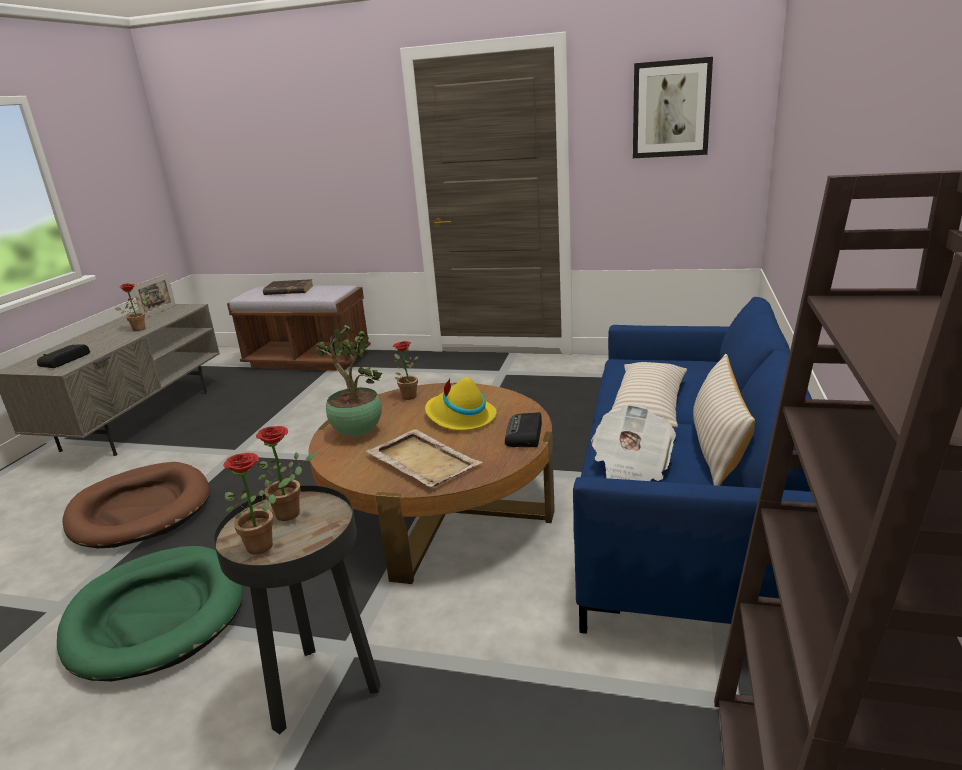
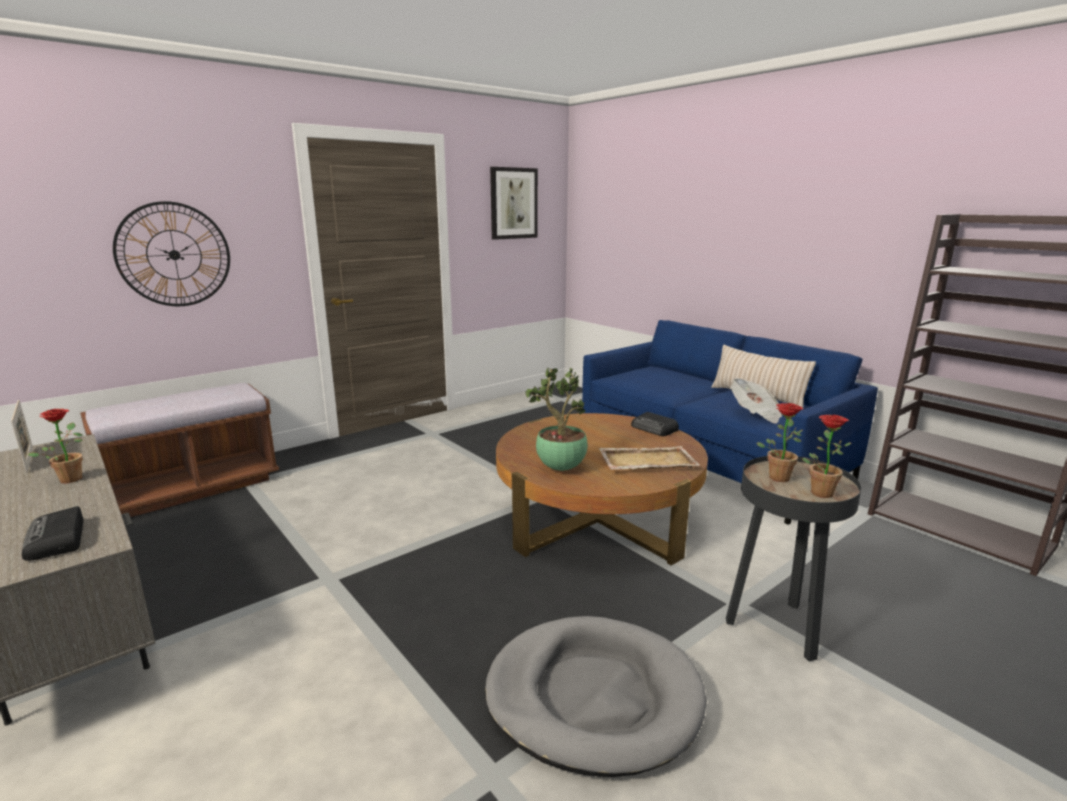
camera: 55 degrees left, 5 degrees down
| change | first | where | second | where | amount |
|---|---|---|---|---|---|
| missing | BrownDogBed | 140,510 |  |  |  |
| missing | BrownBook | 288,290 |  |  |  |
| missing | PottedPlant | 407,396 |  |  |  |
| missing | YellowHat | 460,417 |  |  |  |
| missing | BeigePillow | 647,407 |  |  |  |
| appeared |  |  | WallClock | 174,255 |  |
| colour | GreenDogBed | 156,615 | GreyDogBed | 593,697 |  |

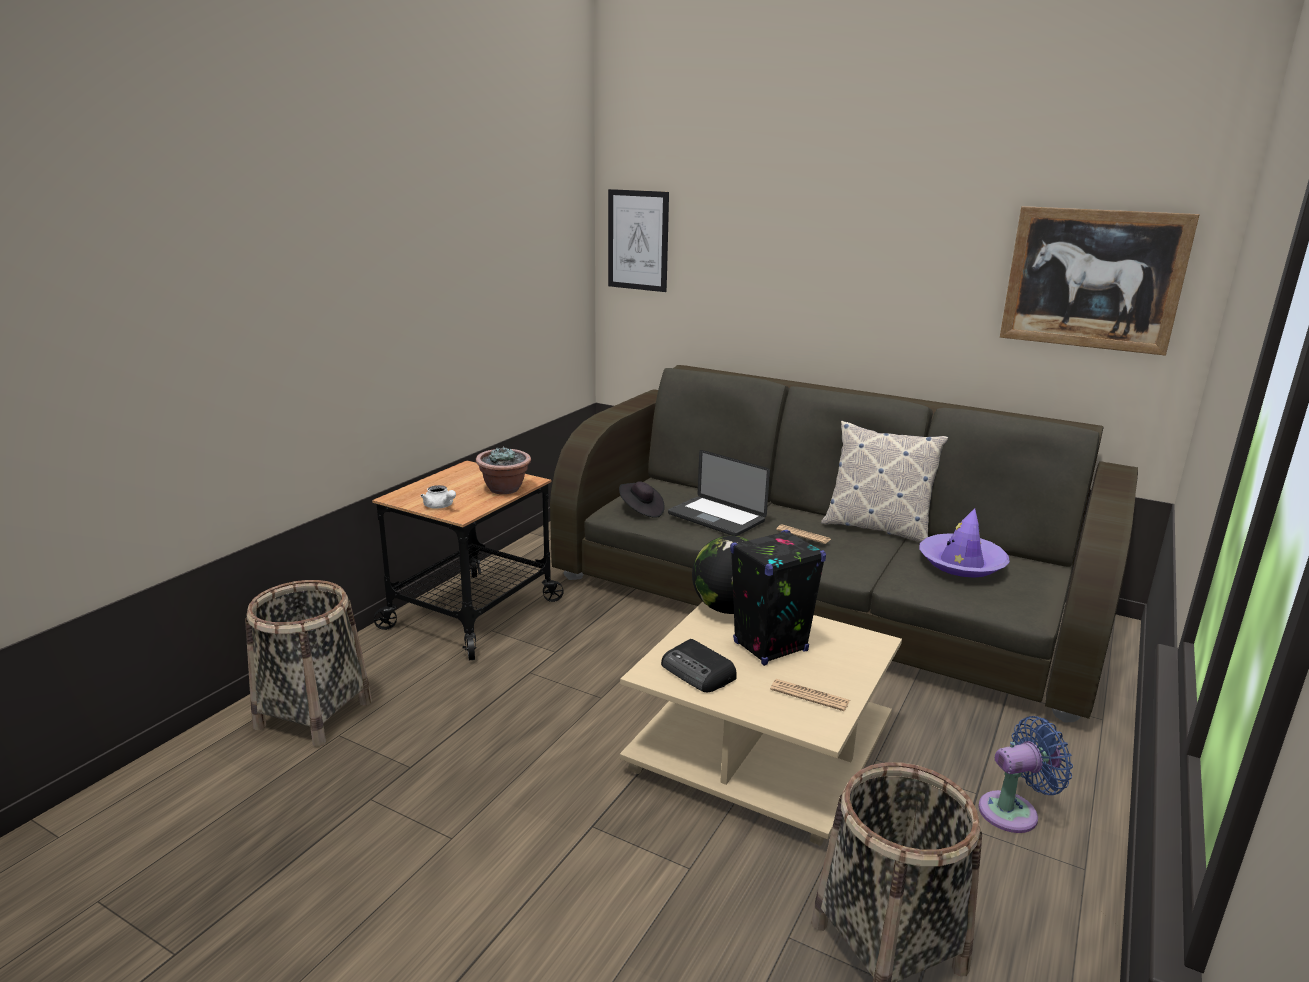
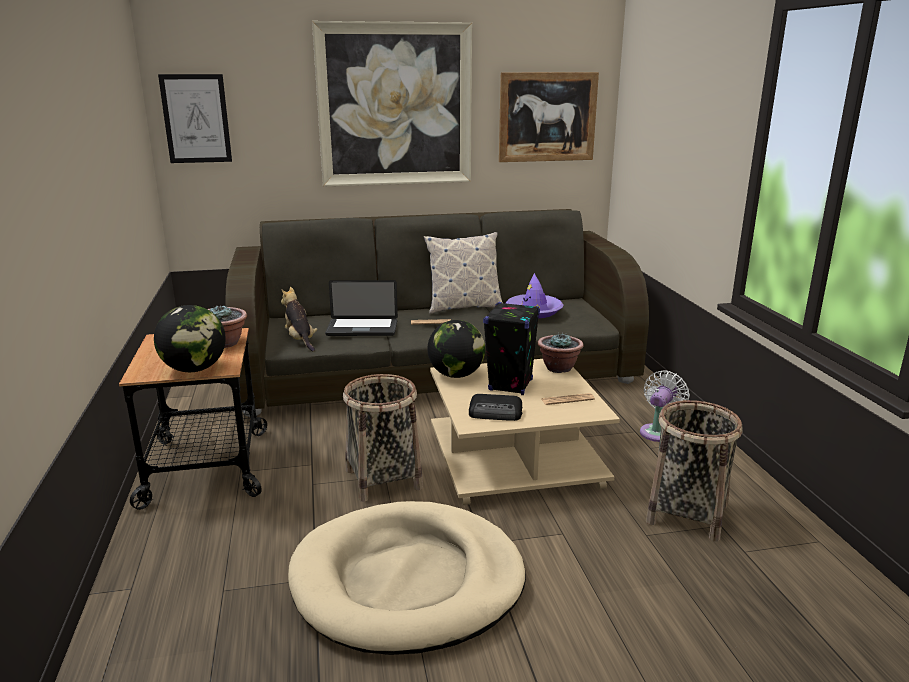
camera: 40 degrees left, 0 degrees up
| change | first | where | second | where | amount |
|---|---|---|---|---|---|
| appeared |  |  | BeigeDogBed | 408,581 |  |
| appeared |  |  | Picture | 395,105 |  |
| appeared |  |  | PottedPlant | 558,368 |  |
| relocated | Basket | 314,714 |  | 384,479 |  |
| exchanged | WhiteTeapot | 440,506 | Globe | 194,369 |  |
| exchanged | BlackHat | 641,511 | PlushToy | 300,340 |  |
| colour | BlueFan | 1014,811 | WhiteFan | 658,432 |  |

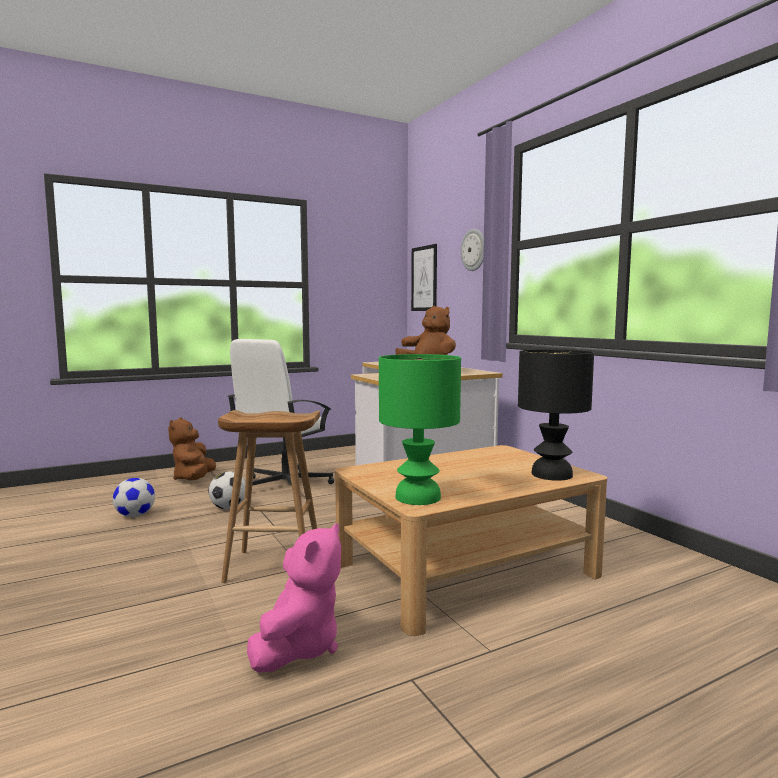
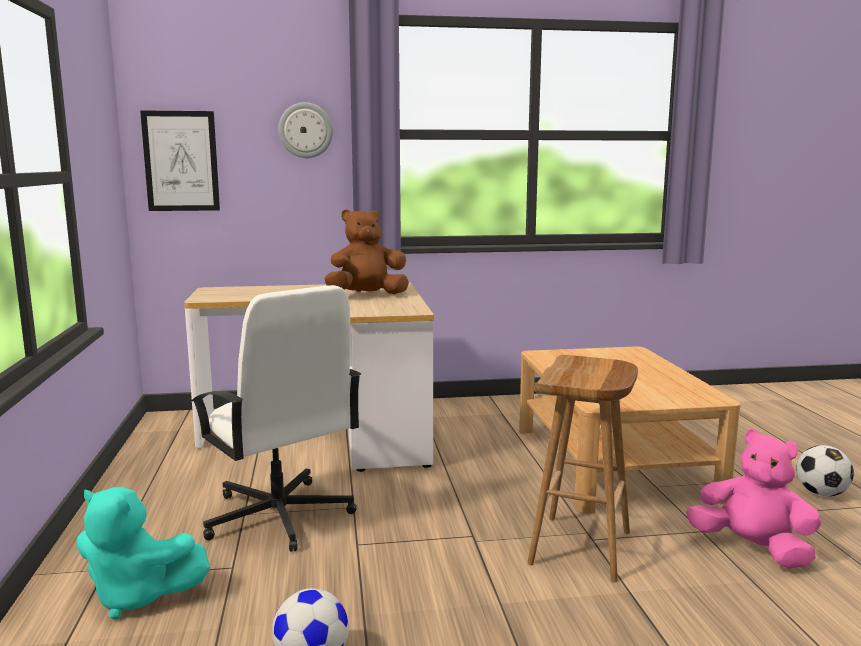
camera: 70 degrees left, 5 degrees up
| change | first | where | second | where | amount |
|---|---|---|---|---|---|
| missing | GreenTableLamp | 419,497 |  |  |  |
| missing | BlackTableLamp | 550,474 |  |  |  |
| relocated | Football | 229,508 |  | 821,493 |  |
| colour | BrownPlushToy | 194,479 | TurquoisePlushToy | 138,596 |  |

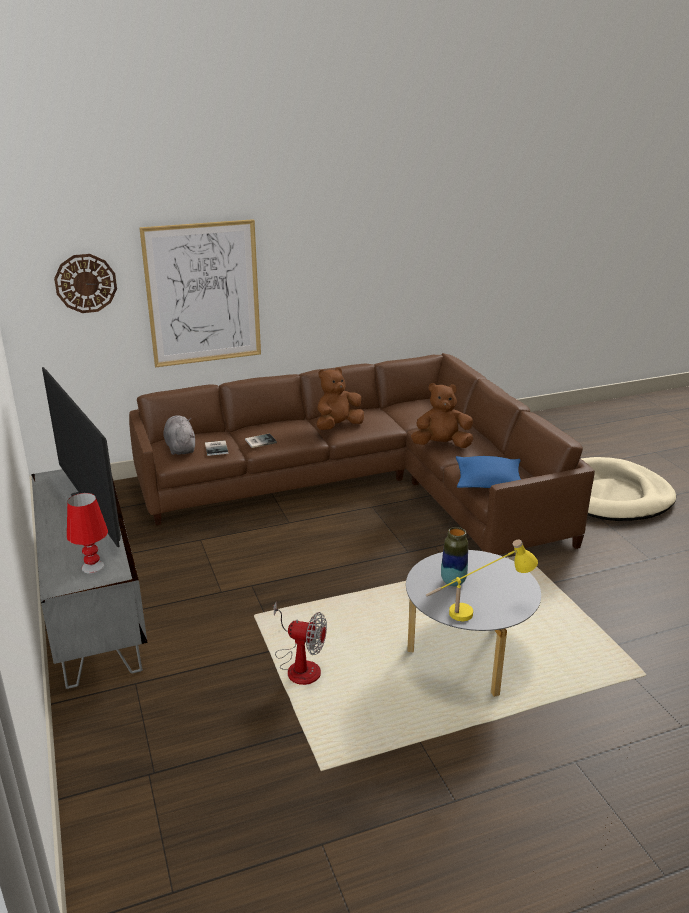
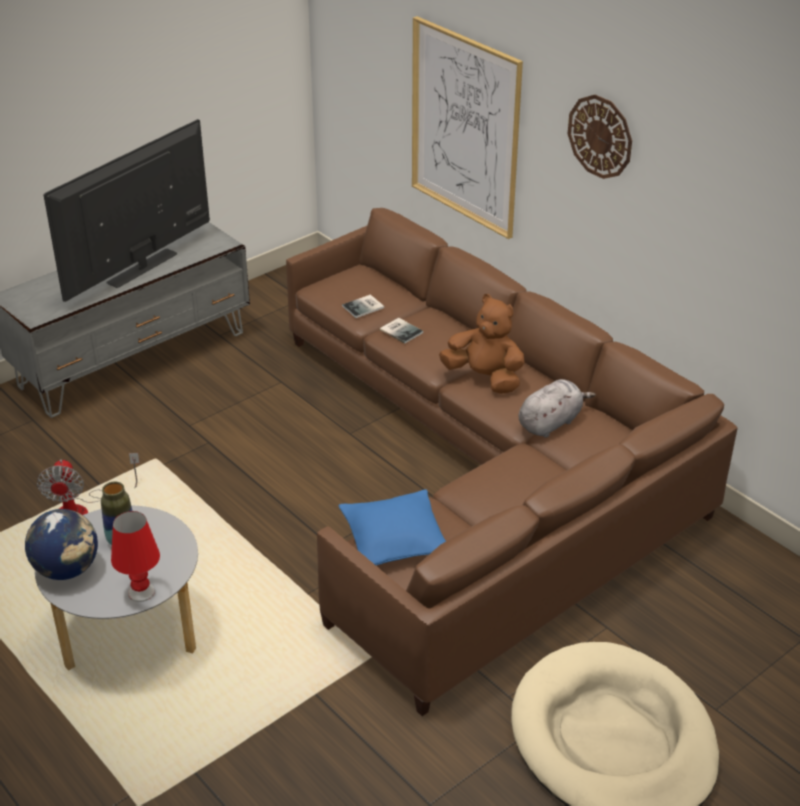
camera: 70 degrees right, 10 degrees up
| change | first | where | second | where | amount |
|---|---|---|---|---|---|
| missing | BrownPlushToy | 441,445 |  |  |  |
| relocated | WallClock | 86,283 |  | 600,136 |  |
| relocated | RedTableLamp | 93,567 |  | 141,592 |  |
| relocated | GreyPlushToy | 180,447 |  | 551,422 |  |
| exchanged | YellowTableLamp | 478,611 | Globe | 67,569 |  |

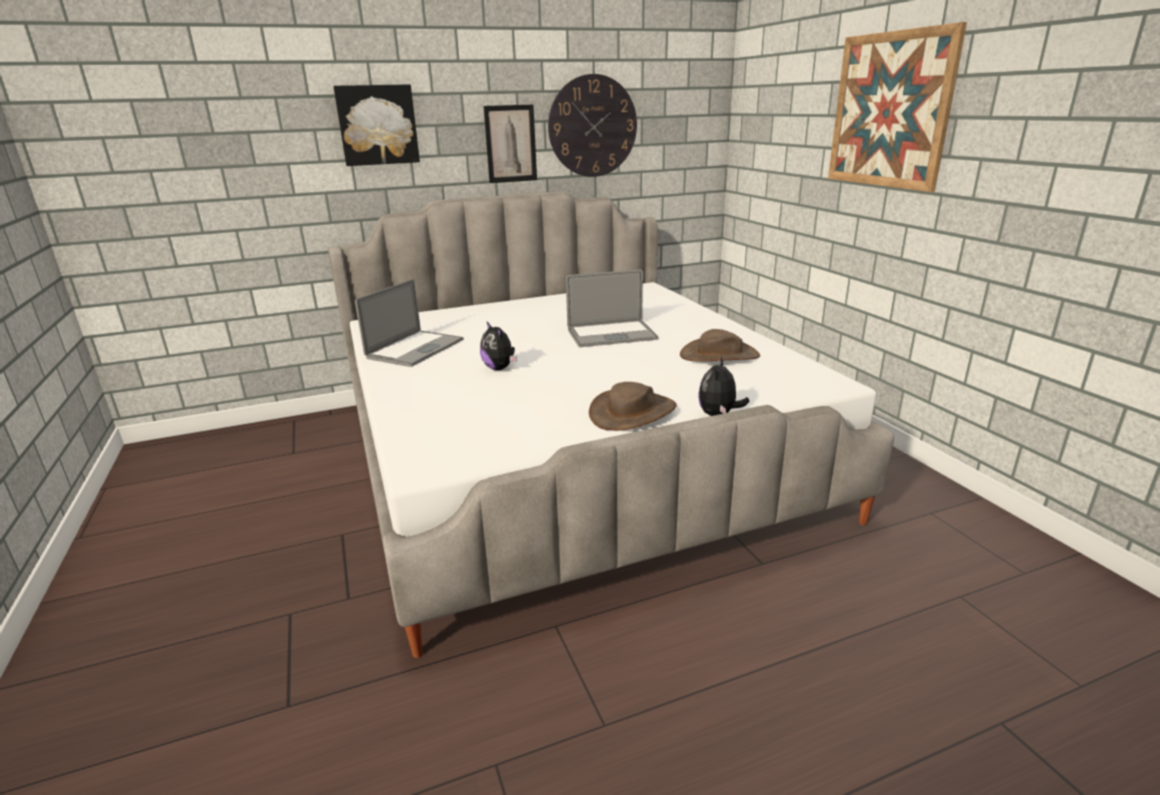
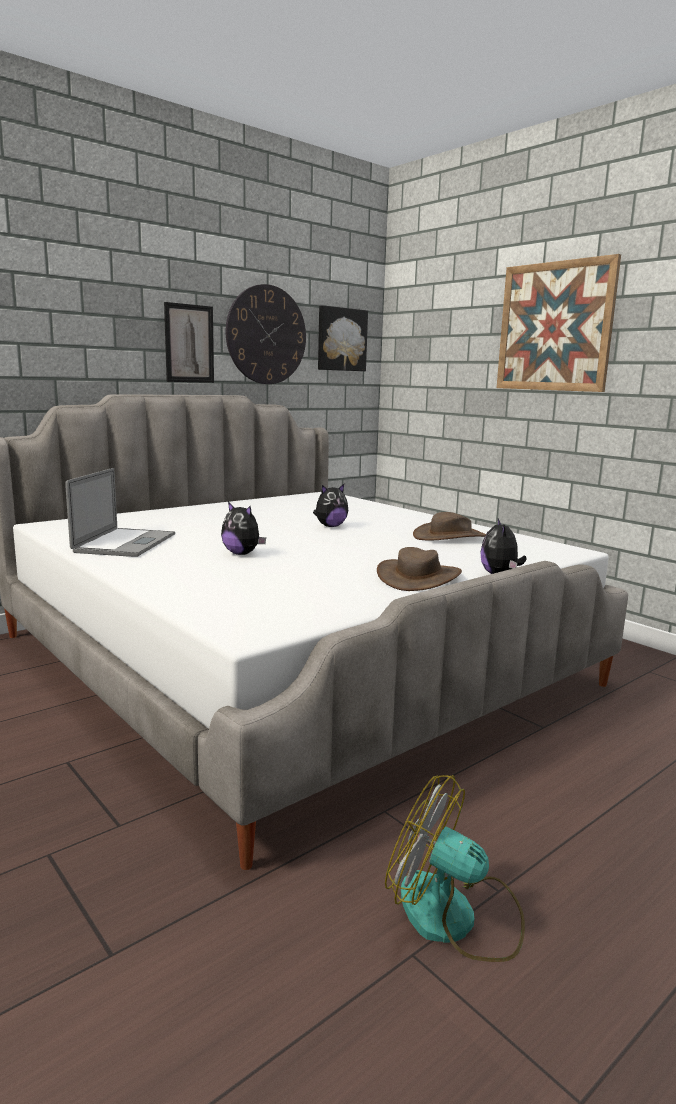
camera: 20 degrees left, 10 degrees down
| change | first | where | second | where | amount |
|---|---|---|---|---|---|
| appeared |  |  | Fan | 455,917 |  |
| relocated | Picture | 377,125 |  | 341,339 |  |
| exchanged | Laptop | 611,334 | PlushToy | 330,526 |  |

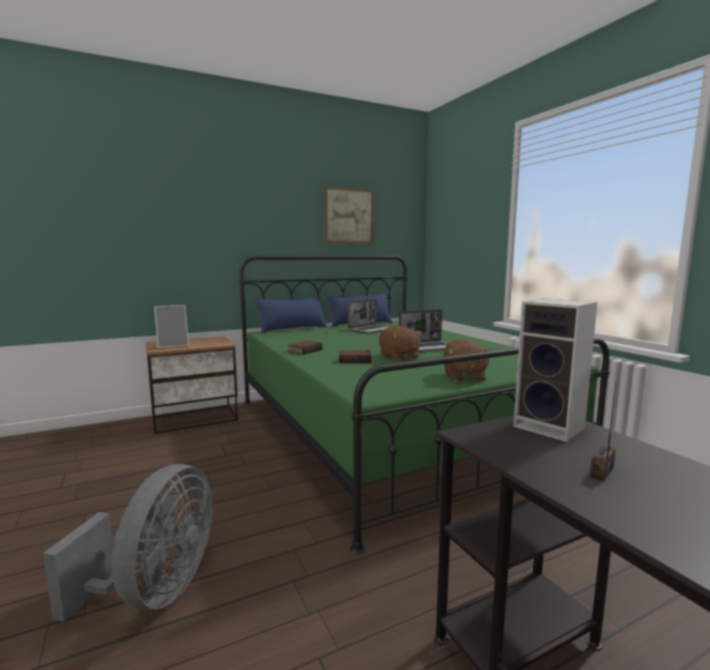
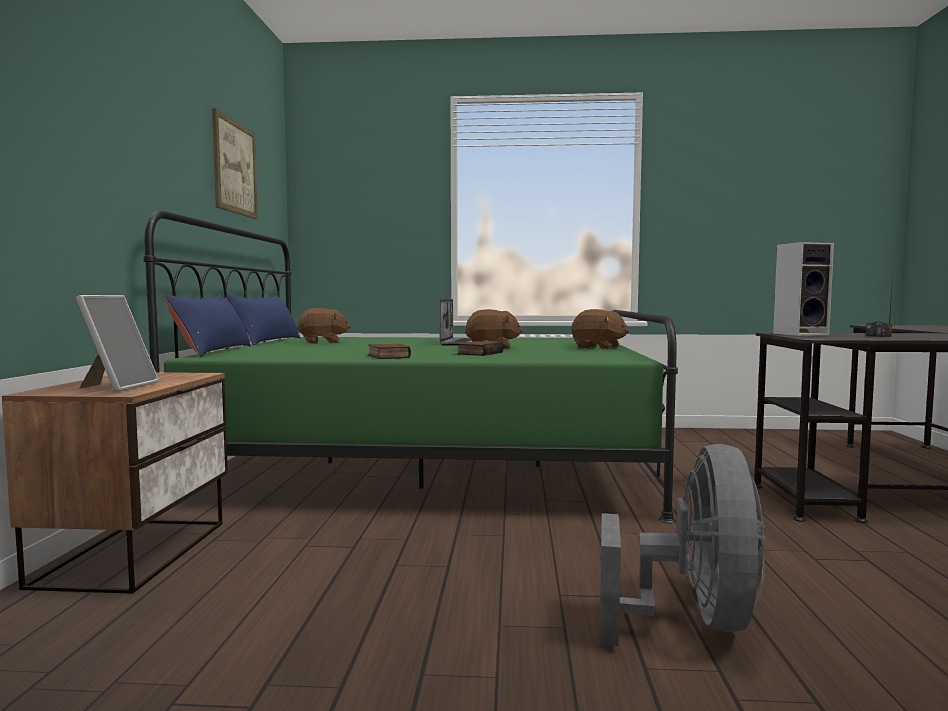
camera: 60 degrees left, 5 degrees down
| change | first | where | second | where | amount |
|---|---|---|---|---|---|
| exchanged | Laptop | 372,330 | BrownPlushToy | 323,342 |  |
| spun | GreyFan | 155,592 |  | 693,621 | 60 degrees clockwise |

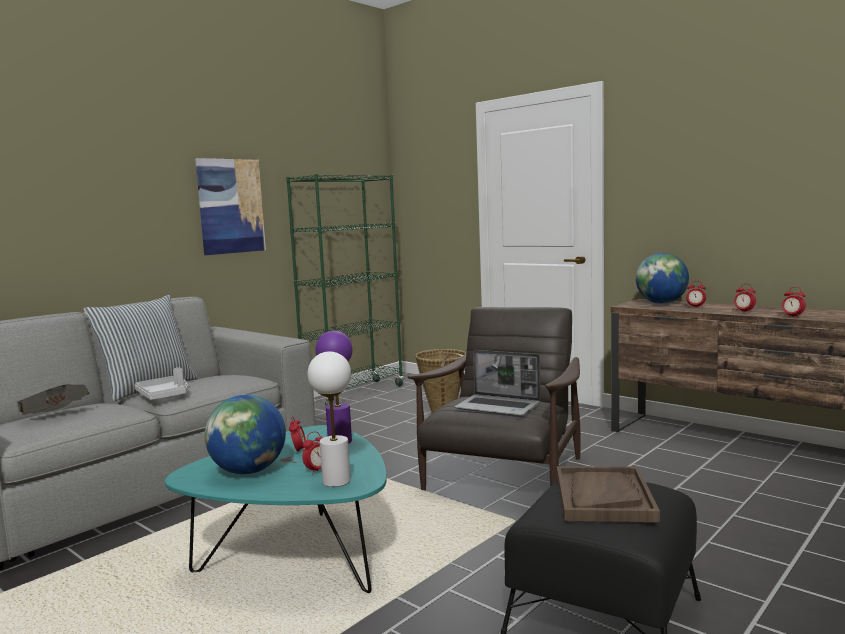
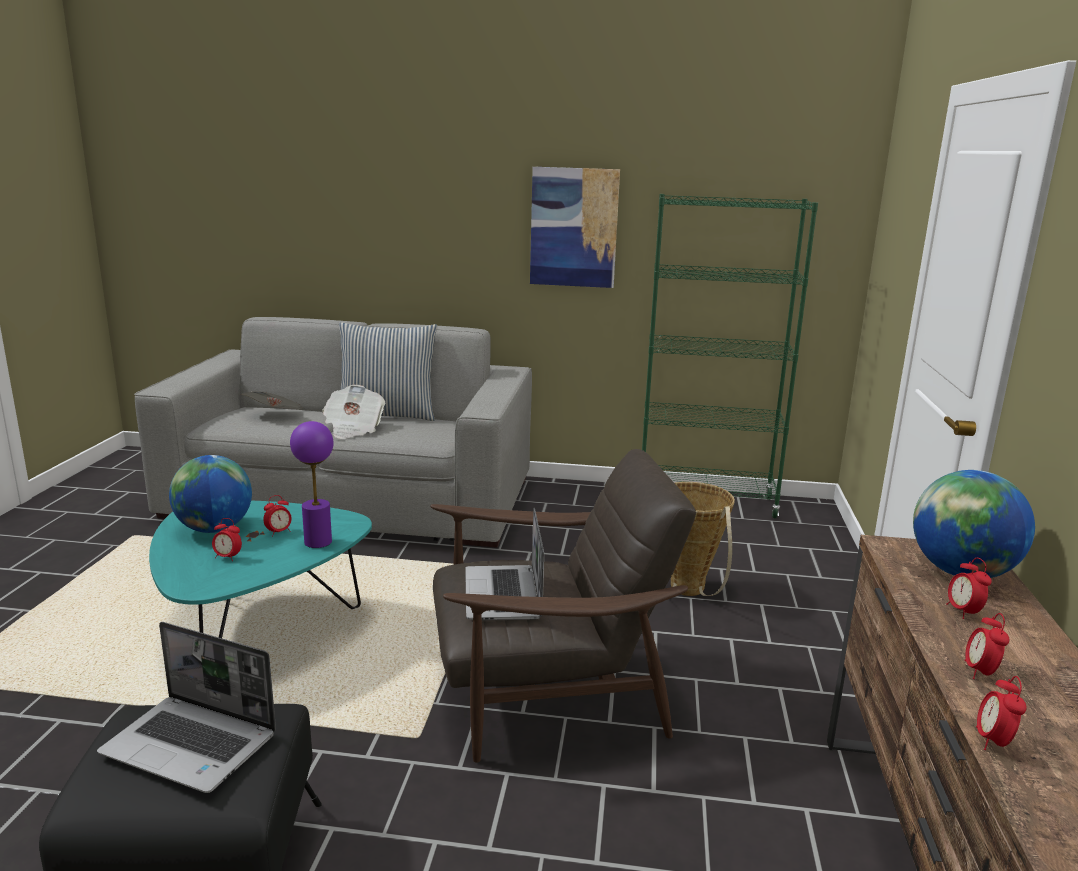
camera: 55 degrees right, 10 degrees up
| change | first | where | second | where | amount |
|---|---|---|---|---|---|
| missing | WhiteTableLamp | 336,481 |  |  |  |
| exchanged | GreyTray | 164,396 | Newspaper | 353,428 |  |
| exchanged | BrownTray | 603,497 | Laptop | 192,745 |  |

